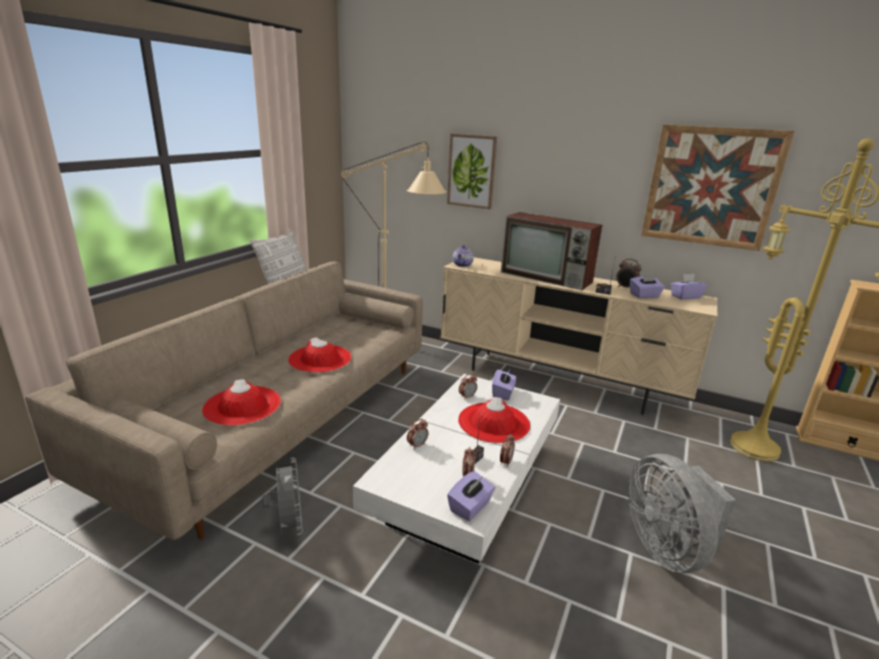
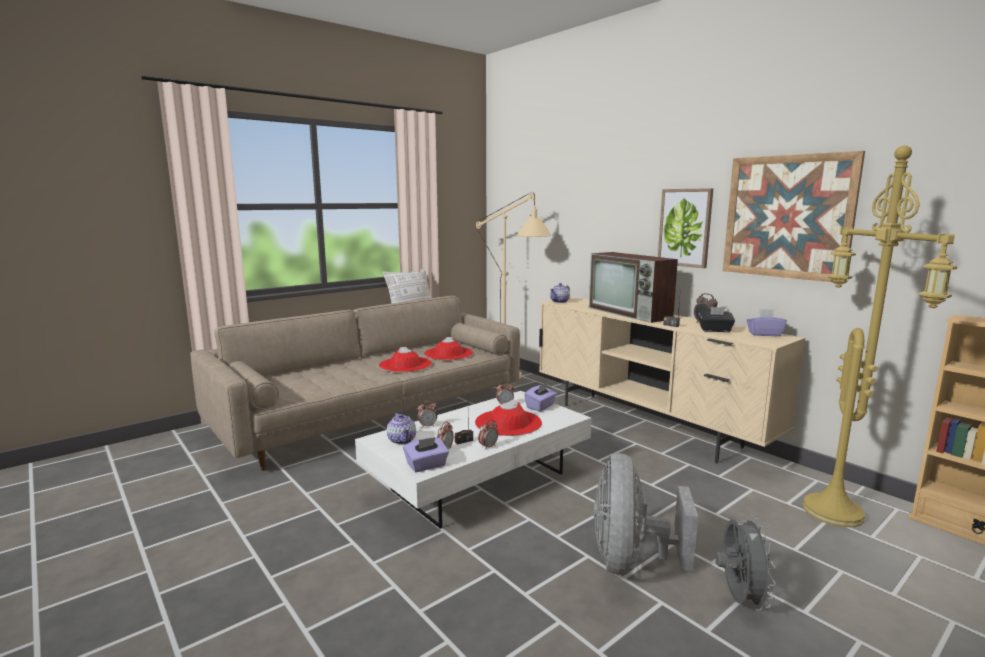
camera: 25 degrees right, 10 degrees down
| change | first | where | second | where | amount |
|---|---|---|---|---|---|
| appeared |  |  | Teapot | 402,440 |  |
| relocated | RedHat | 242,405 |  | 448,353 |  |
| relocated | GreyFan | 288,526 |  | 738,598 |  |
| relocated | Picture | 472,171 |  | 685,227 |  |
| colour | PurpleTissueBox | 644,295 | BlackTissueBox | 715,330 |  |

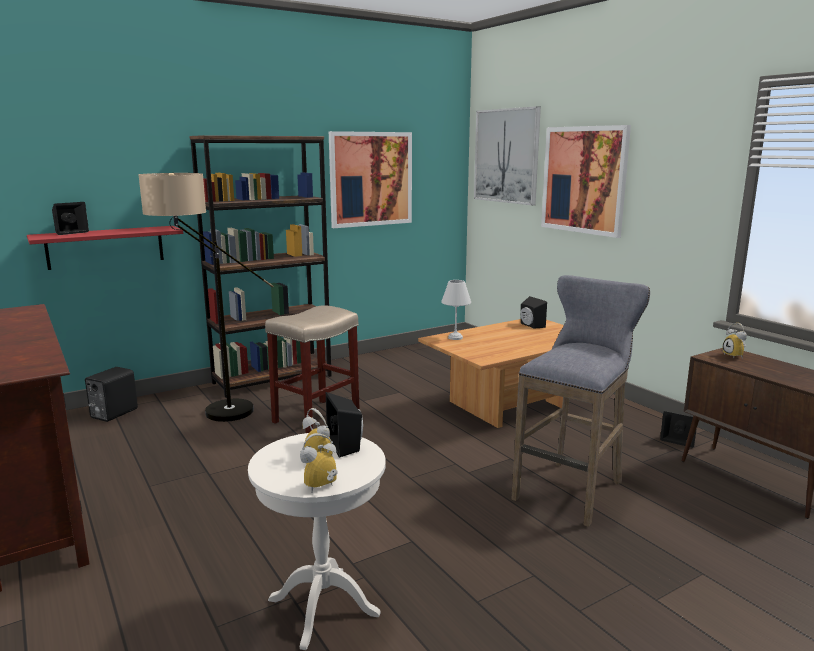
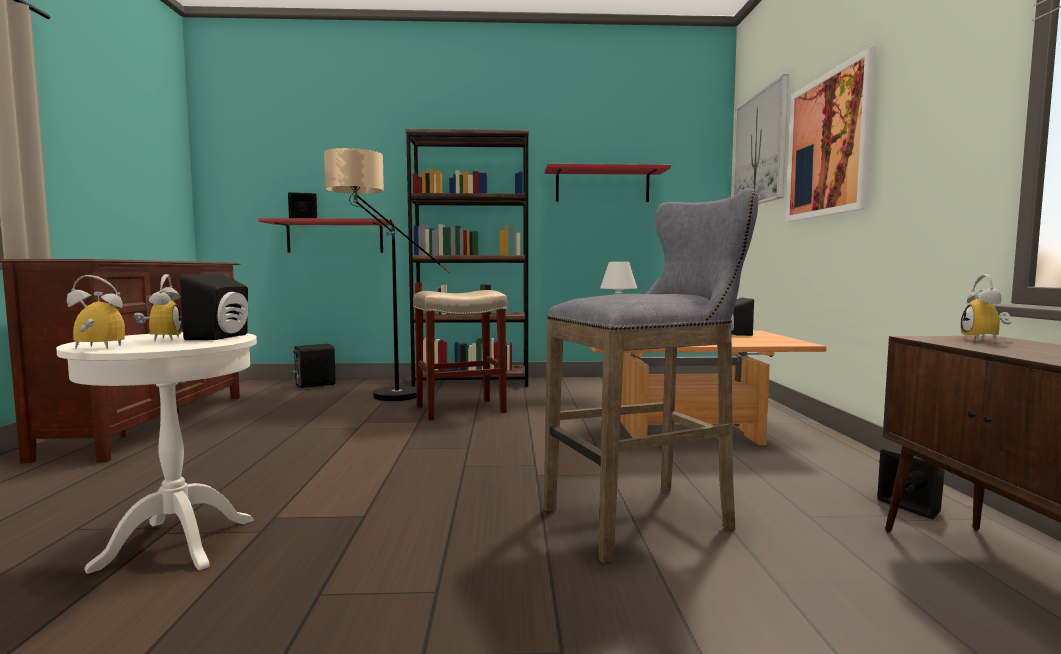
camera: 30 degrees right, 10 degrees down
| change | first | where | second | where | amount |
|---|---|---|---|---|---|
| exchanged | Picture | 371,179 | RedShelf | 602,186 |  |

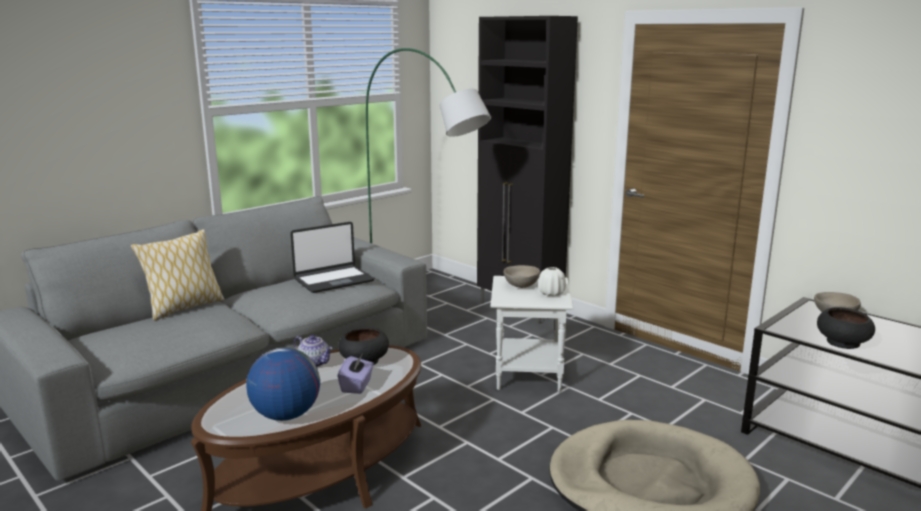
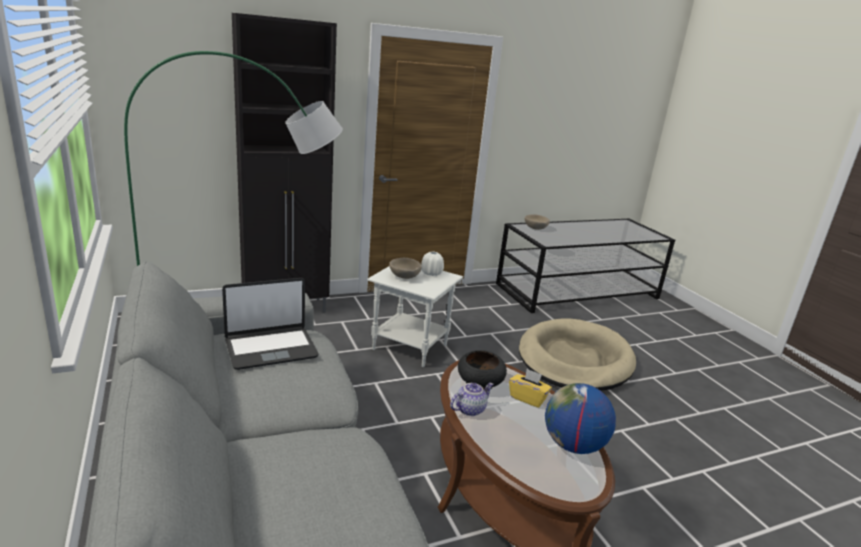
camera: 70 degrees left, 5 degrees up
| change | first | where | second | where | amount |
|---|---|---|---|---|---|
| missing | Pillow | 184,308 |  |  |  |
| missing | BlackBowl | 843,343 |  |  |  |
| colour | PurpleTissueBox | 357,386 | YellowTissueBox | 528,398 |  |
| spun | Laptop | 333,280 |  | 271,348 | 75 degrees clockwise |

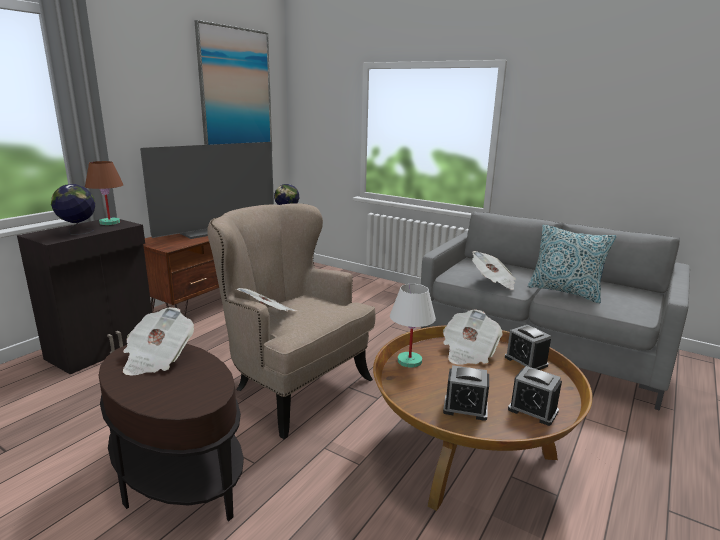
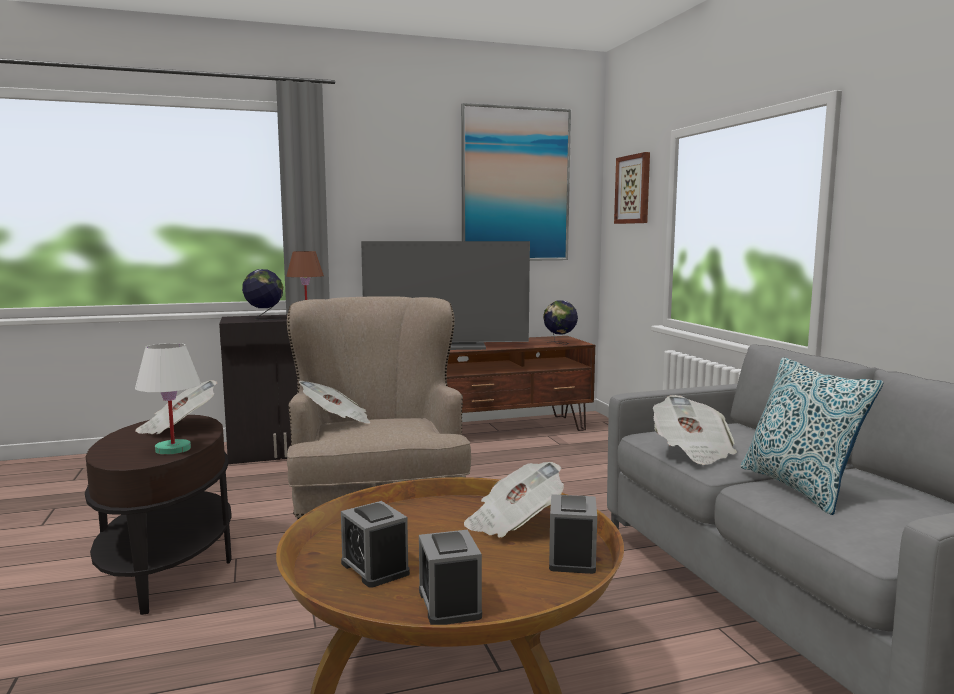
camera: 40 degrees right, 10 degrees down
| change | first | where | second | where | amount |
|---|---|---|---|---|---|
| appeared |  |  | Picture | 633,189 |  |
| relocated | WhiteTableLamp | 410,361 |  | 172,449 |  |

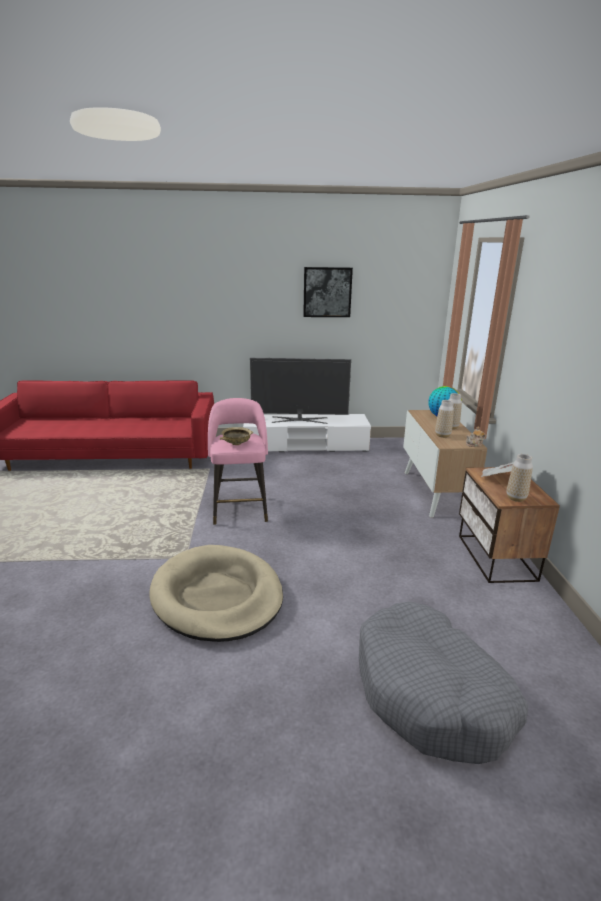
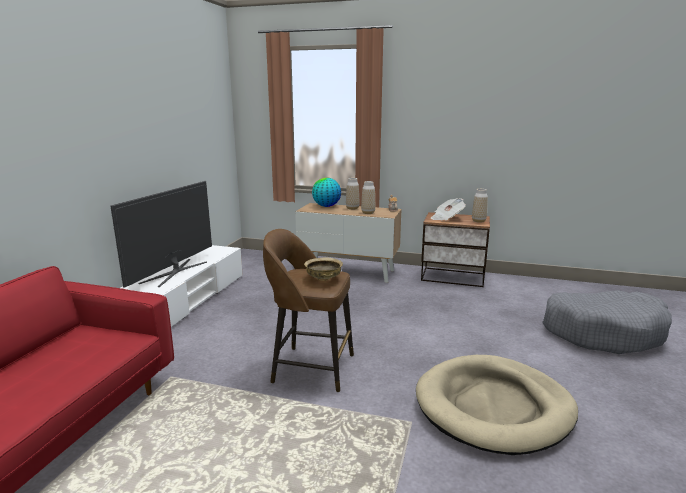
camera: 70 degrees left, 5 degrees down
| change | first | where | second | where | amount |
|---|---|---|---|---|---|
| missing | Picture | 327,292 |  |  |  |
| colour | PinkStool | 240,508 | BrownStool | 311,368 |  |

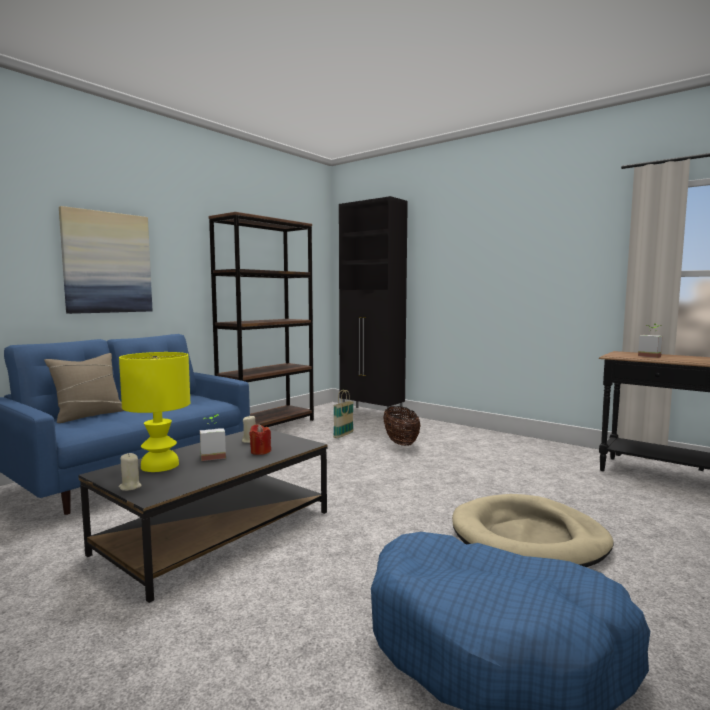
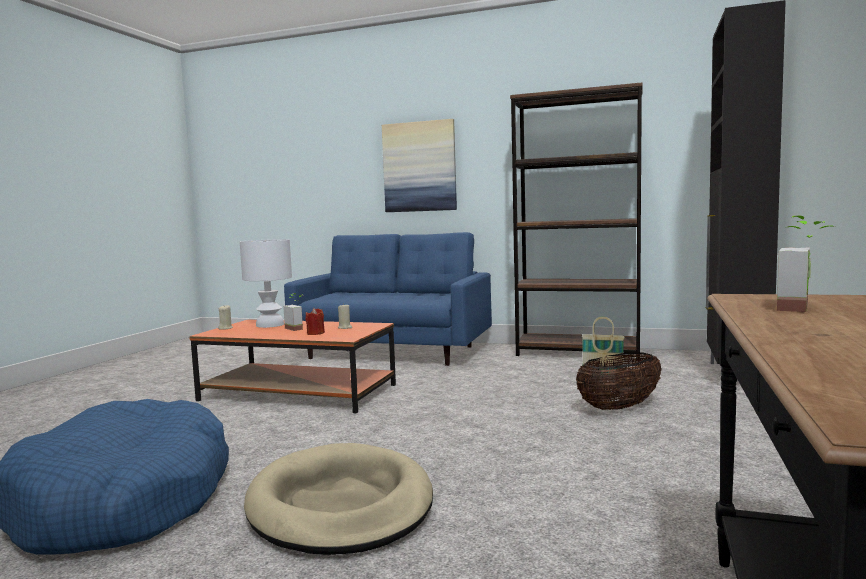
camera: 70 degrees right, 0 degrees up
| change | first | where | second | where | amount |
|---|---|---|---|---|---|
| missing | BeigePillow | 89,415 |  |  |  |
| colour | BlackCoffeeTable | 218,531 | OrangeCoffeeTable | 299,392 |  |
| colour | YellowTableLamp | 159,465 | WhiteTableLamp | 270,325 |  |

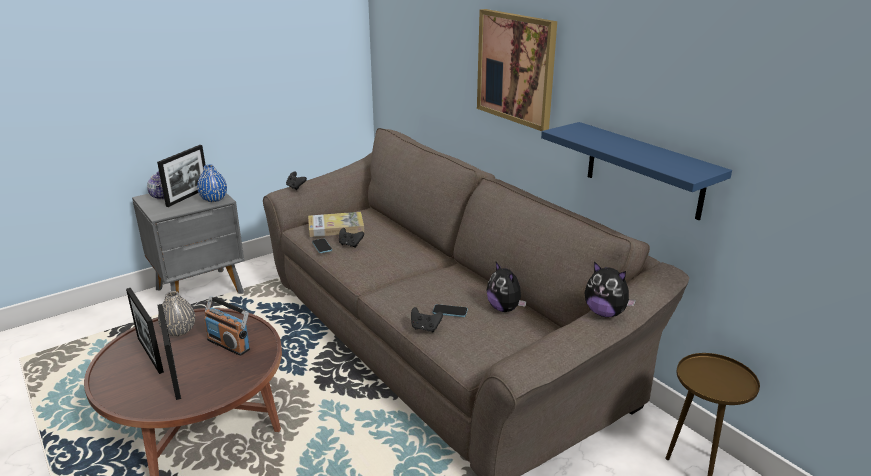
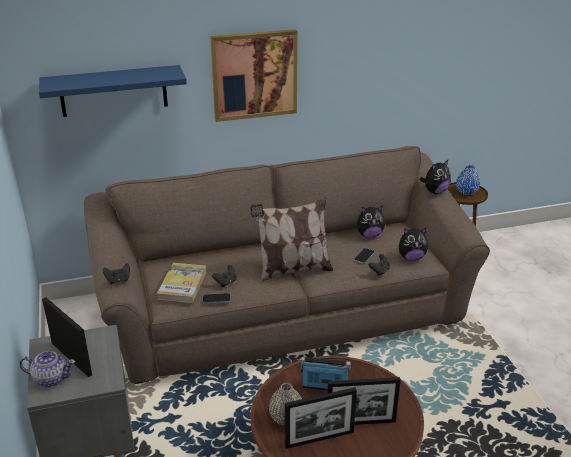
camera: 70 degrees left, 5 degrees up
| change | first | where | second | where | amount |
|---|---|---|---|---|---|
| appeared |  |  | Pillow | 292,270 |  |
| appeared |  |  | PlushToy | 411,257 |  |
| relocated | BlueVase | 214,199 |  | 466,192 |  |
| relocated | BlueShelf | 644,170 |  | 113,91 |  |
| spun | Radio | 229,344 |  | 324,386 | 135 degrees counterclockwise |

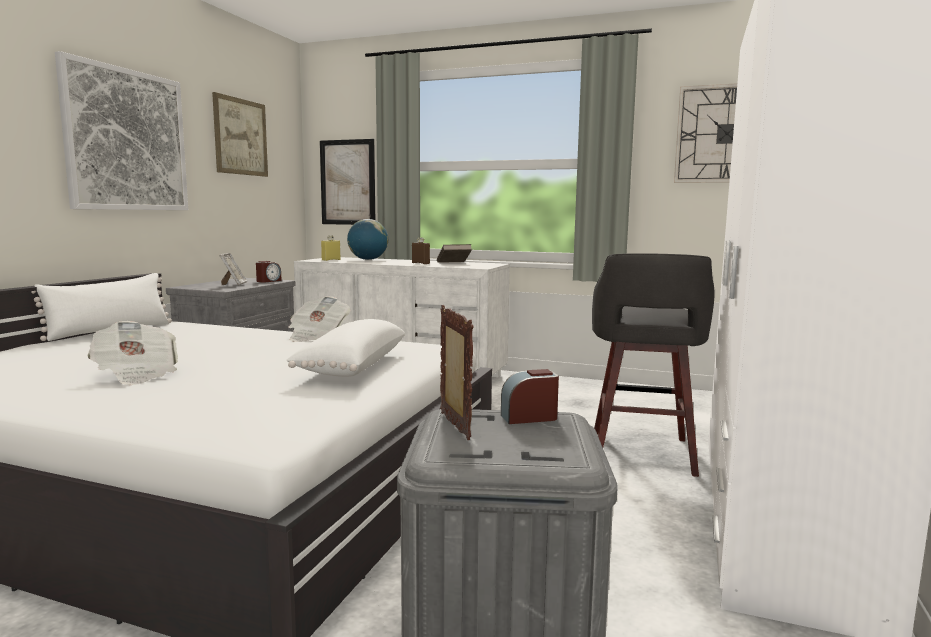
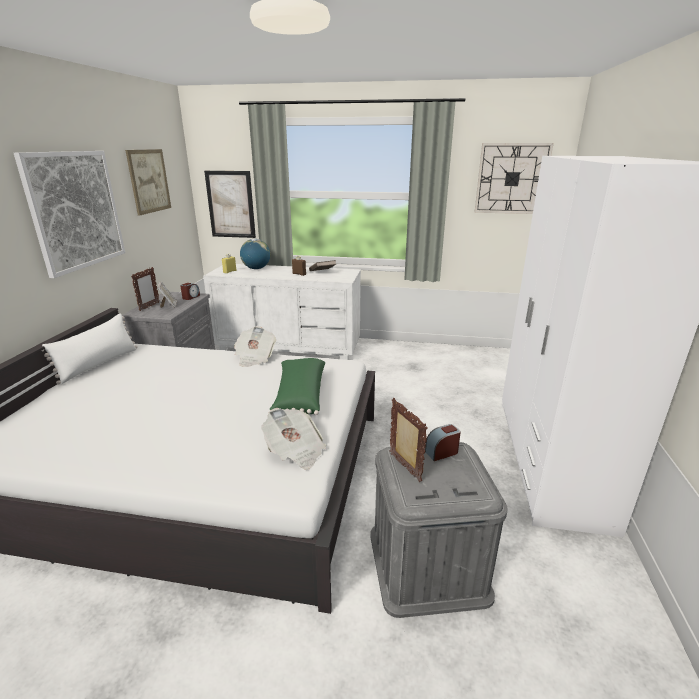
camera: 10 degrees left, 15 degrees up
| change | first | where | second | where | amount |
|---|---|---|---|---|---|
| missing | GreyStool | 641,454 |  |  |  |
| appeared |  |  | PictureFrame | 149,306 |  |
| relocated | Newspaper | 136,374 |  | 295,451 |  |
| colour | WhitePillow | 351,366 | GreenPillow | 299,396 |  |

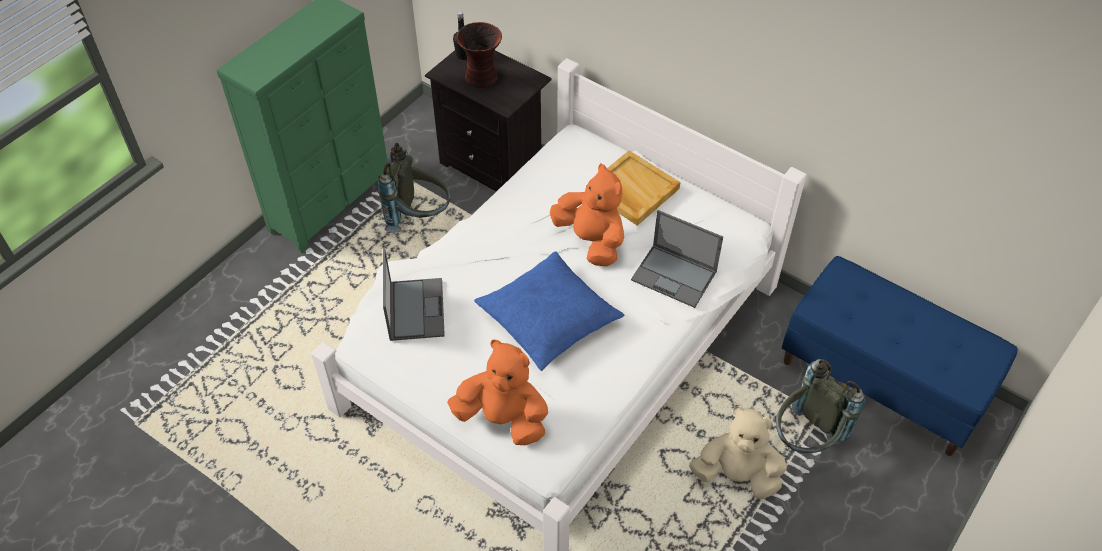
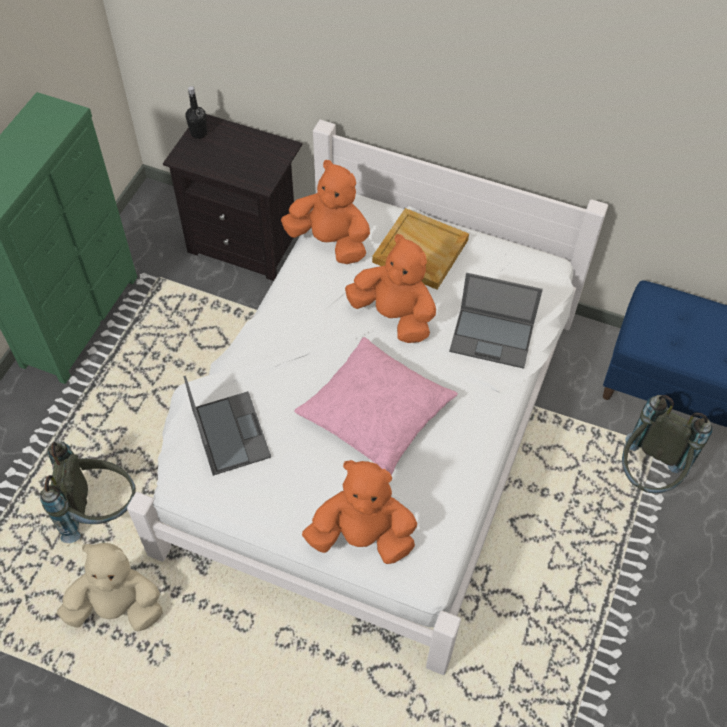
camera: 15 degrees left, 5 degrees up
| change | first | where | second | where | amount |
|---|---|---|---|---|---|
| missing | Vase | 482,78 |  |  |  |
| appeared |  |  | OrangePlushToy | 330,241 |  |
| relocated | GreyBackpack | 419,218 |  | 100,511 |  |
| relocated | BeigePlushToy | 736,475 |  | 118,607 |  |
| colour | BluePillow | 548,318 | PinkPillow | 375,412 |  |

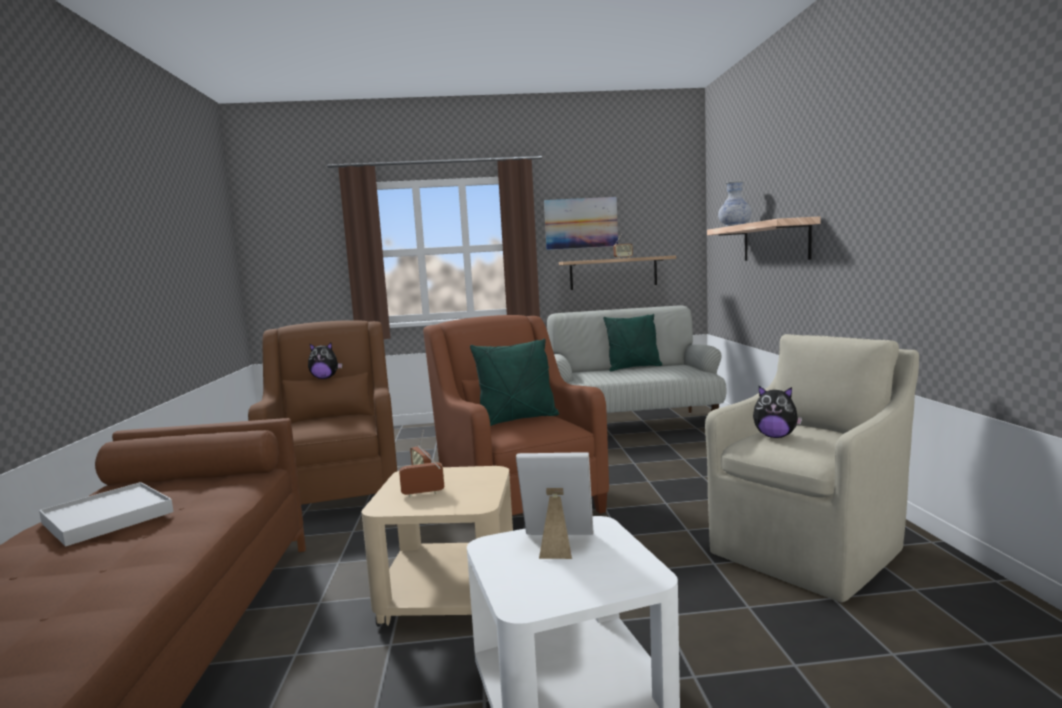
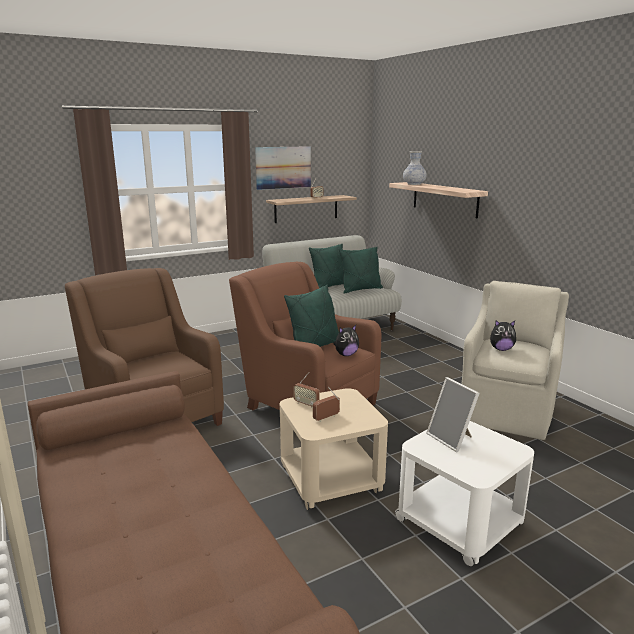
camera: 25 degrees left, 10 degrees up
| change | first | where | second | where | amount |
|---|---|---|---|---|---|
| missing | WhiteTray | 108,517 |  |  |  |
| appeared |  |  | GreenPillow | 361,289 |  |
| relocated | PlushToy | 325,378 |  | 346,355 |  |
| spun | PictureFrame | 557,544 |  | 452,439 | 105 degrees counterclockwise |

